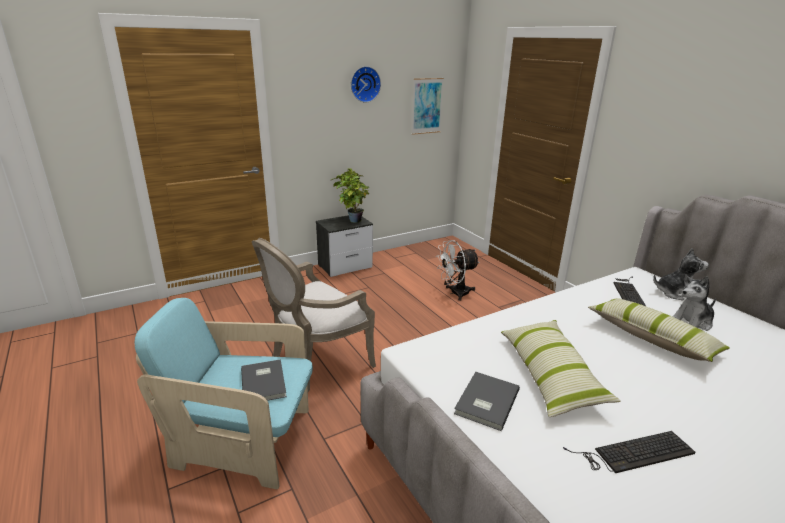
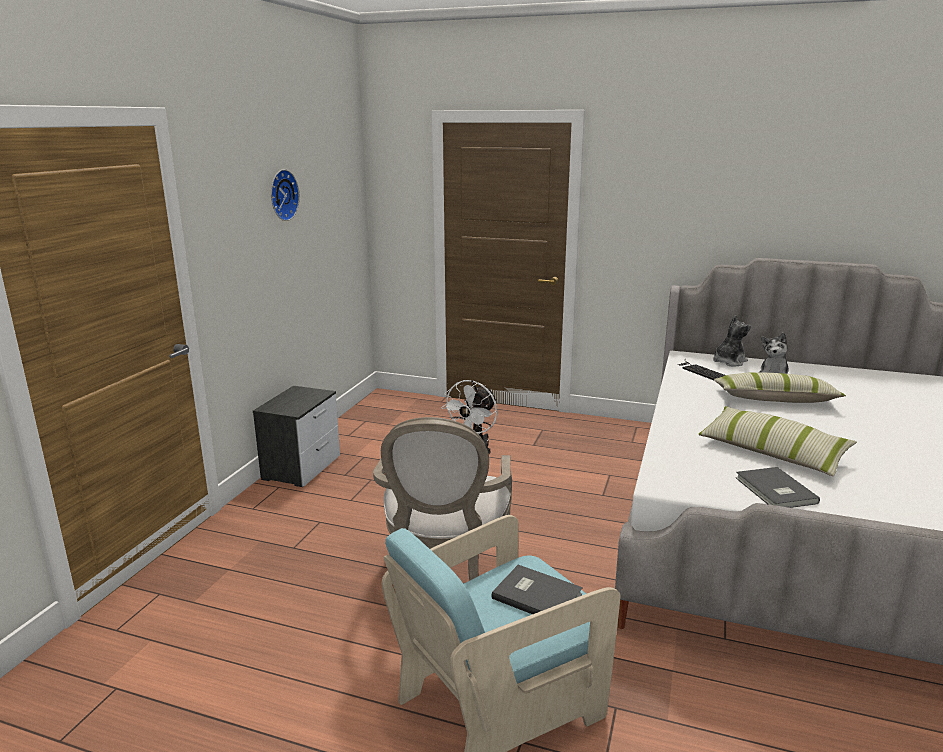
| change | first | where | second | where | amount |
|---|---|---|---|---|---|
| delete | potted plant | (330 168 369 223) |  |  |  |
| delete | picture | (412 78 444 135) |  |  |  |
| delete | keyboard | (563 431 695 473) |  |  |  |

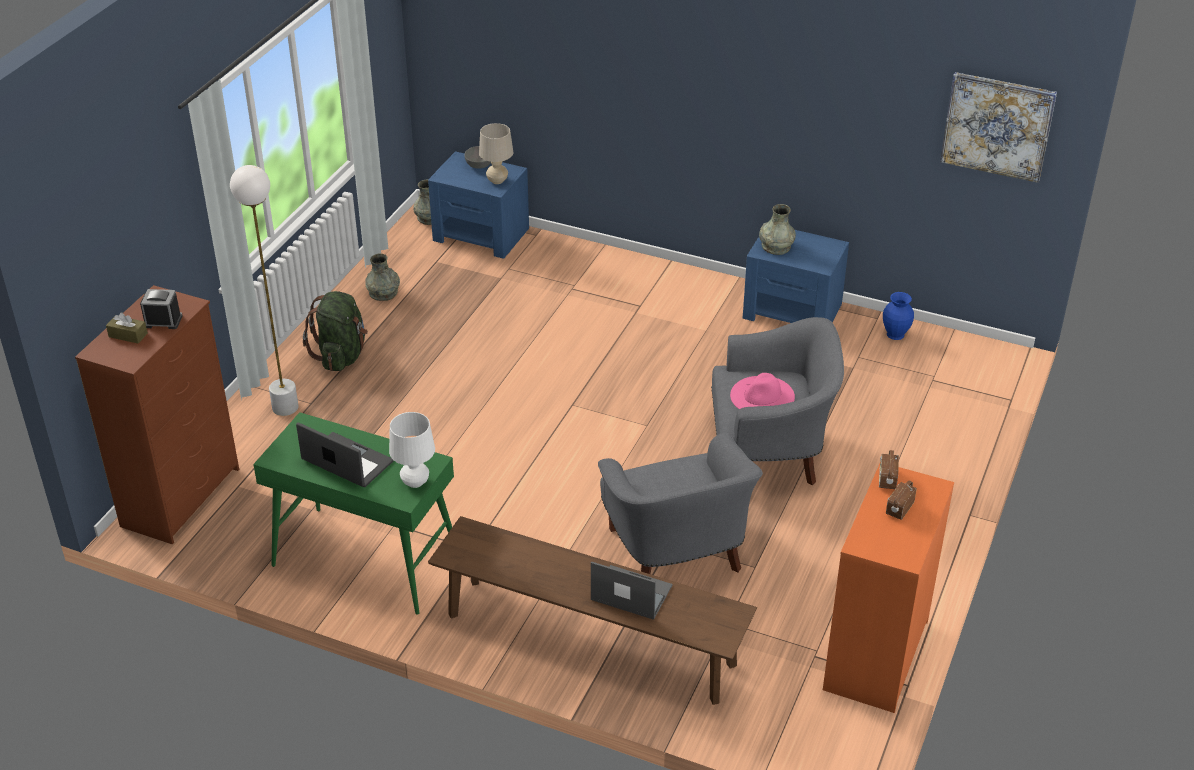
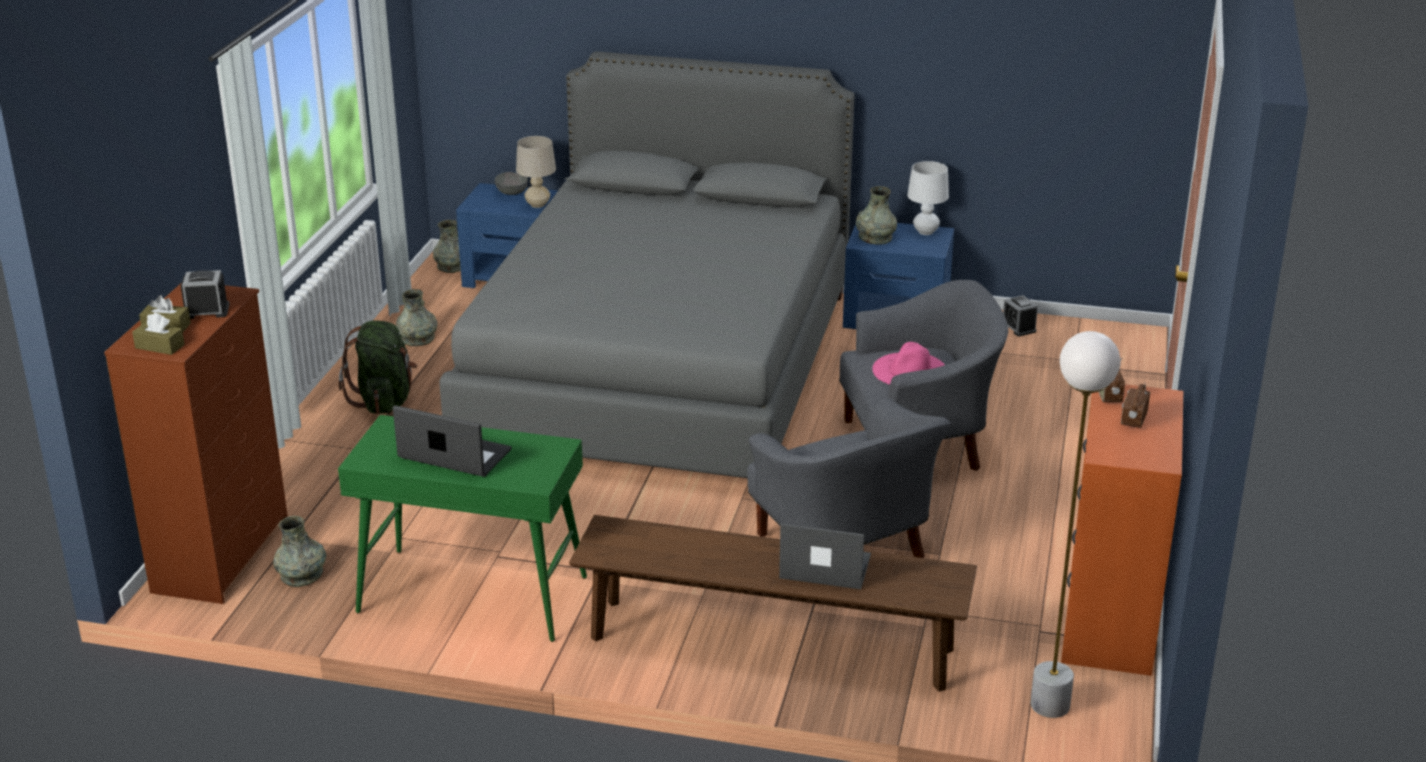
| change | first | where | second | where | amount |
|---|---|---|---|---|---|
| delete | picture | (940 72 1057 183) |  |  |  |
| insert |  |  | tissue box (brown) | (132 313 185 355) |  |
| insert |  |  | vase (grey) | (273 516 326 587) |  |
| insert |  |  | bed (grey) | (439 51 854 478) |  |
| move | floor lamp (white) | (230 165 299 416) |  | (1030 331 1121 718) |  |
| move | table lamp (white) | (389 412 435 488) |  | (907 161 949 235) |  |
| replace | vase (blue) | (883 292 914 340) | alarm clock | (1003 295 1038 336) |  |

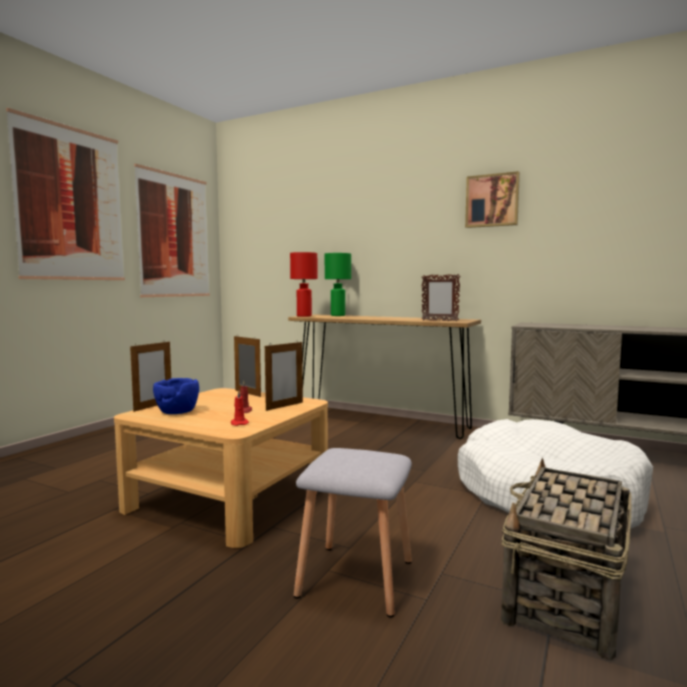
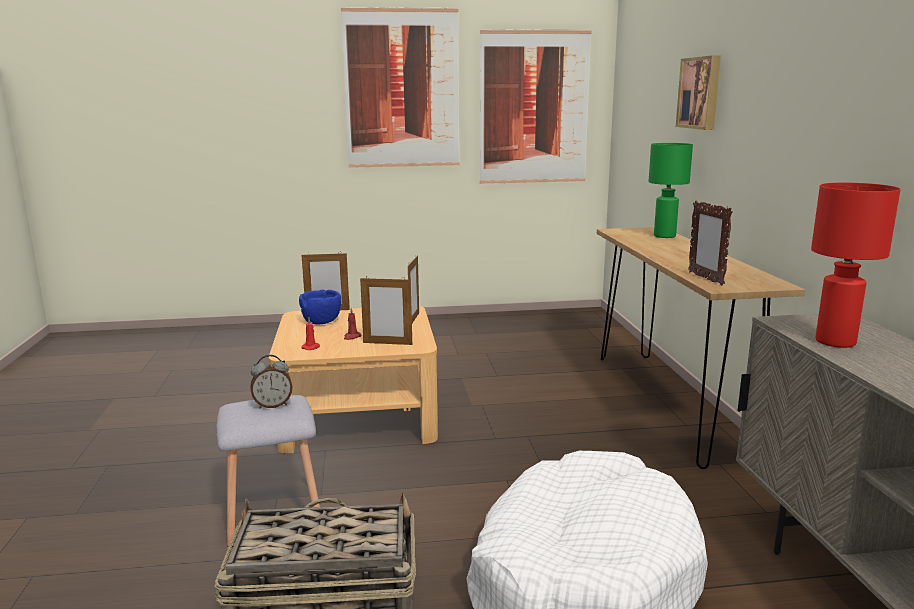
| change | first | where | second | where | amount |
|---|---|---|---|---|---|
| insert |  |  | alarm clock | (250 355 292 409) |  |
| move | table lamp (red) | (290 252 317 317) |  | (811 182 901 348) |  |
| move | picture | (465 171 520 228) |  | (676 55 721 130) |  |

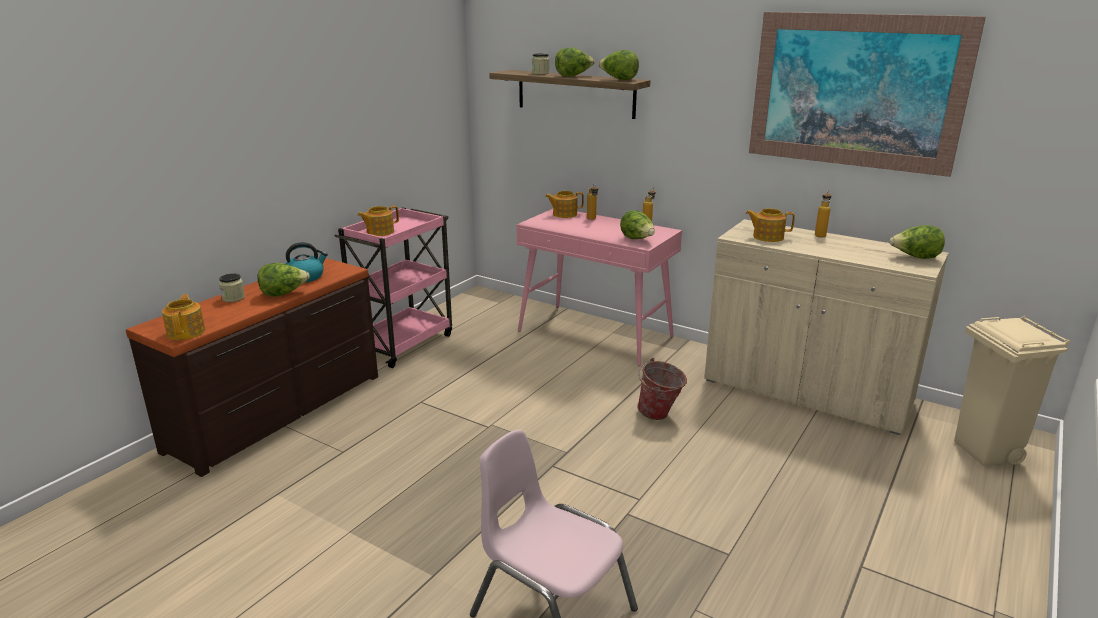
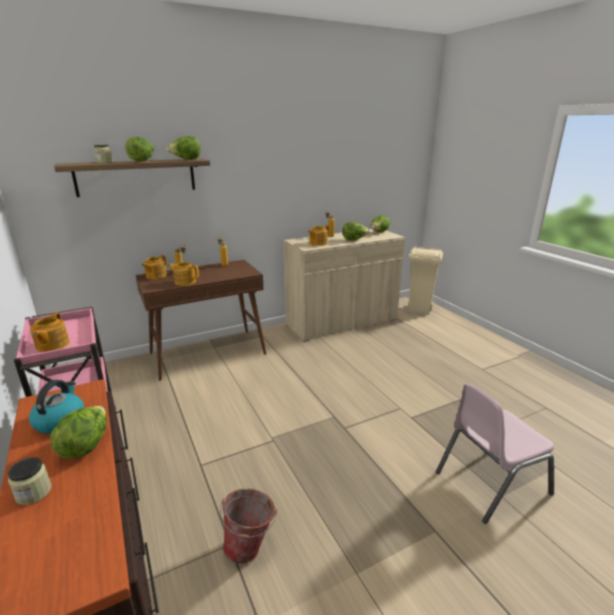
| change | first | where | second | where | amount |
|---|---|---|---|---|---|
| delete | picture | (749 12 986 177) |  |  |  |
| move | teapot | (162 294 205 340) |  | (168 262 199 286) |  |
| move | lettuce | (620 210 655 239) |  | (343 222 370 240) |  |
| move | bucket | (637 358 687 420) |  | (220 488 277 564) |  |
| recolor | console table (pink) | (516 209 682 366) | console table (brown) | (136 260 266 381) |  |

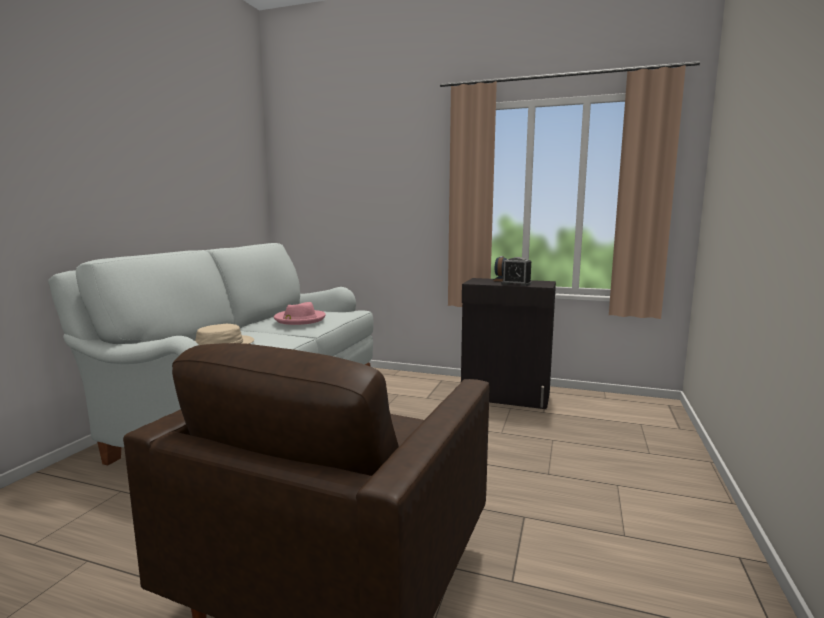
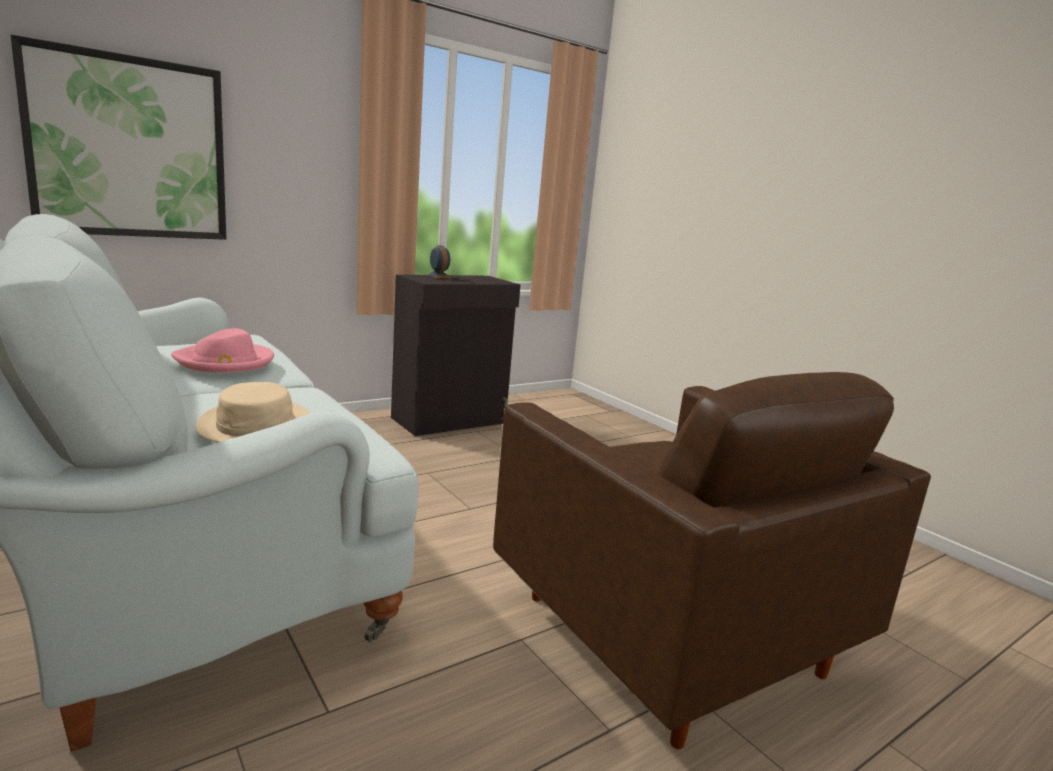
| change | first | where | second | where | amount |
|---|---|---|---|---|---|
| delete | alarm clock | (501 257 532 286) |  |  |  |
| insert |  |  | picture | (11 35 226 240) |  |

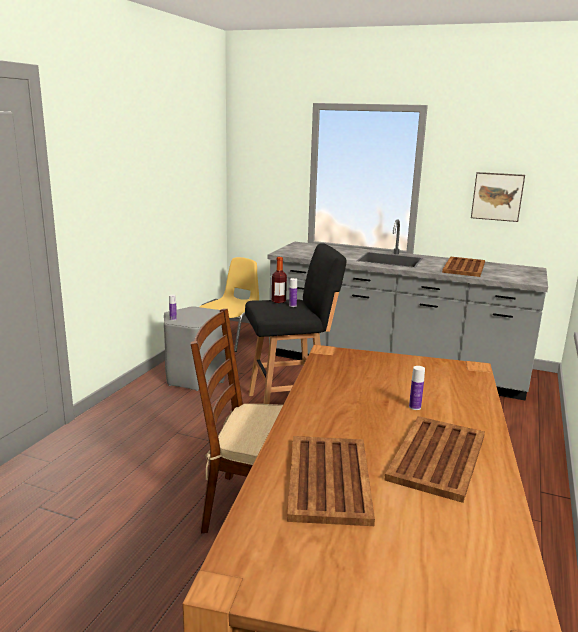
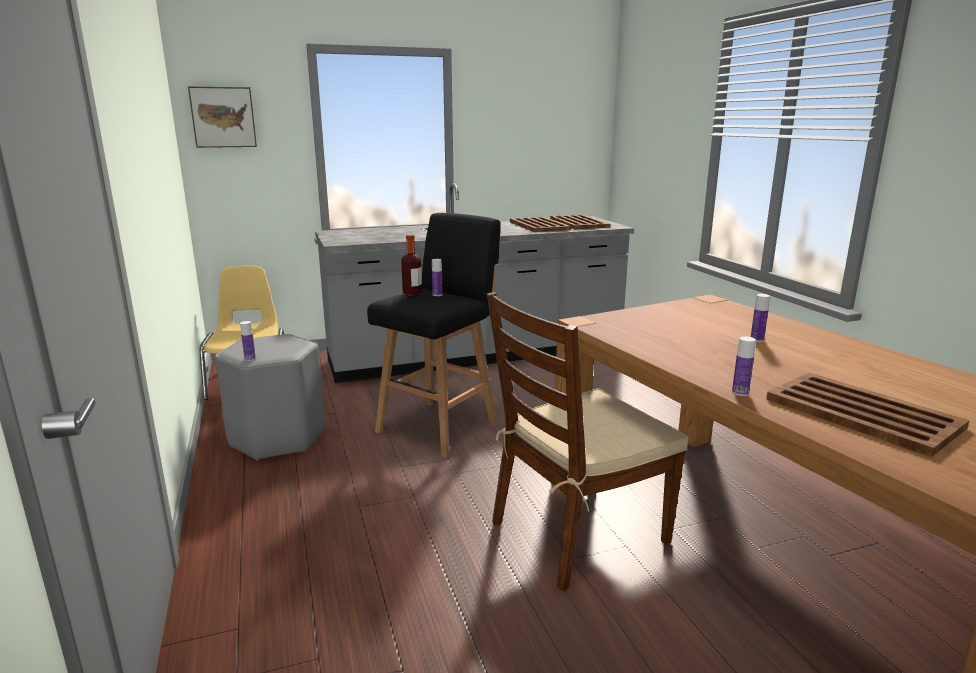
| change | first | where | second | where | amount |
|---|---|---|---|---|---|
| insert |  |  | bottle | (732 336 756 396) |  |
| move | tray (brown) | (384 416 485 503) |  | (550 215 610 229) |  |
| move | picture | (471 172 525 222) |  | (188 87 257 148) |  |

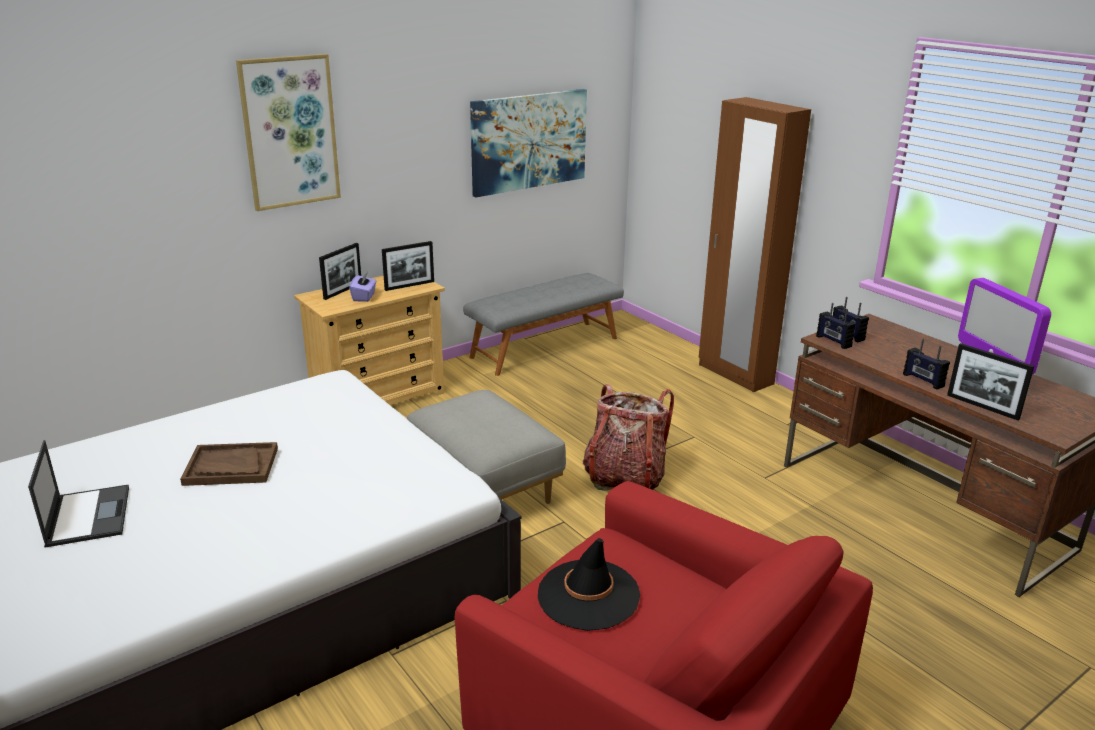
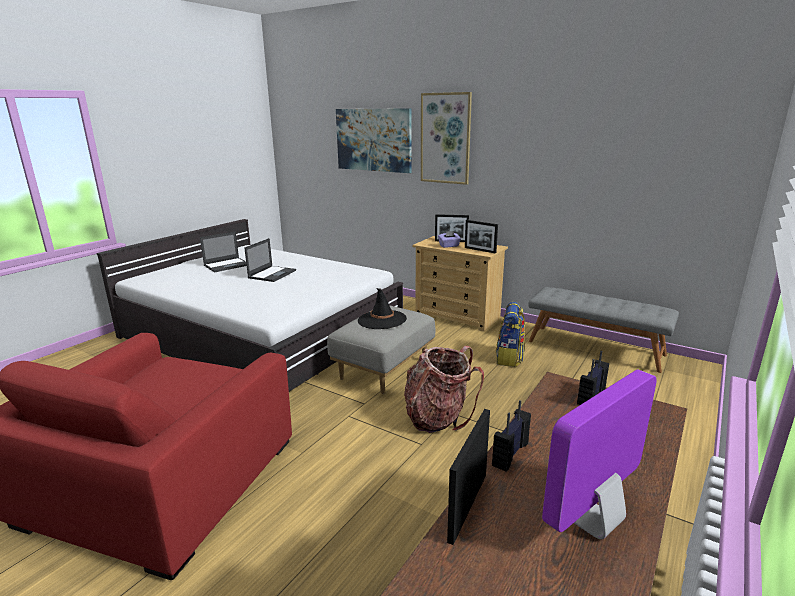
| change | first | where | second | where | amount |
|---|---|---|---|---|---|
| delete | wardrobe (brown) | (699 97 811 392) |  |  |  |
| delete | radio | (816 303 856 349) |  |  |  |
| insert |  |  | backpack | (496 302 525 367) |  |
| move | picture | (470 89 587 198) |  | (336 108 411 173) |  |
| move | hat (black) | (538 538 640 631) |  | (358 288 407 329) |  |
| replace | tray (brown) | (180 442 278 486) | laptop | (244 238 296 282) |  |

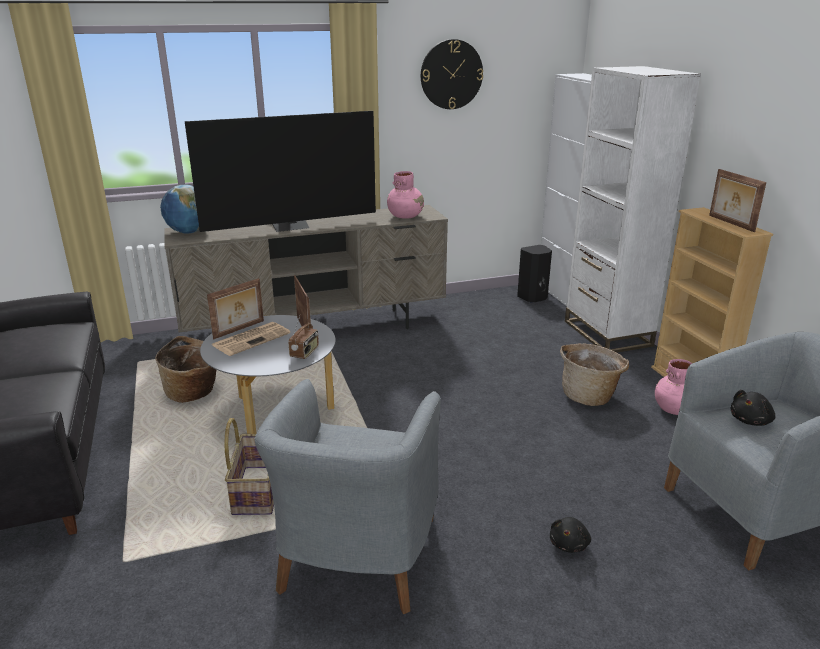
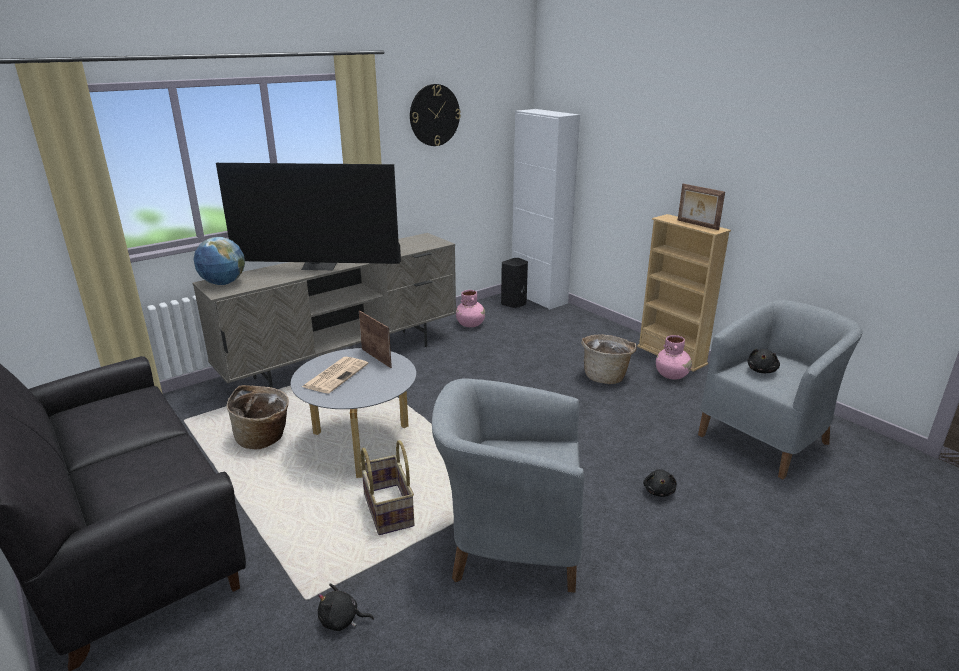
| change | first | where | second | where | amount |
|---|---|---|---|---|---|
| delete | picture frame | (207 278 264 339) |  |  |  |
| delete | radio | (288 316 319 359) |  |  |  |
| delete | bookcase (white) | (565 66 701 353) |  |  |  |
| insert |  |  | plush toy (black) | (318 584 374 631) |  |
| move | vase (pink) | (387 171 424 218) |  | (456 290 485 327) |  |
| rotate | television | (184 111 376 232) |  | (216 163 401 270) | 45 degrees clockwise |
| rotate | armchair (grey) | (254 379 441 614) |  | (432 378 584 593) | 105 degrees clockwise |

